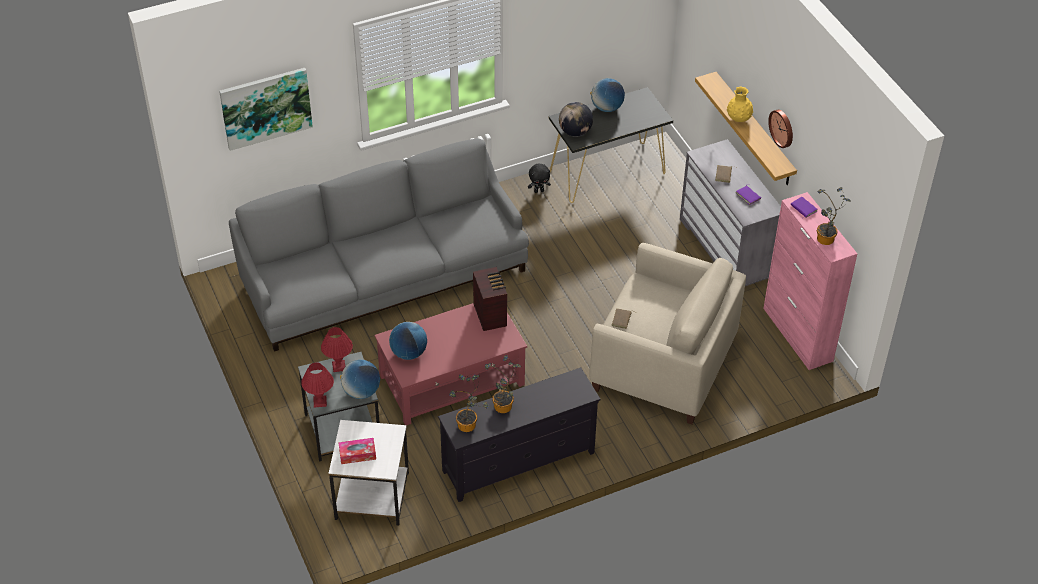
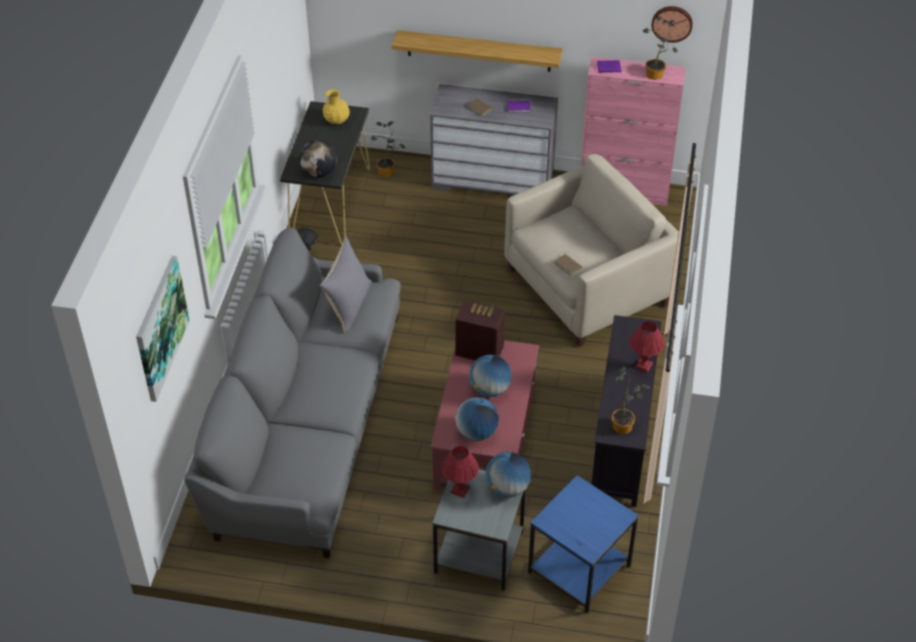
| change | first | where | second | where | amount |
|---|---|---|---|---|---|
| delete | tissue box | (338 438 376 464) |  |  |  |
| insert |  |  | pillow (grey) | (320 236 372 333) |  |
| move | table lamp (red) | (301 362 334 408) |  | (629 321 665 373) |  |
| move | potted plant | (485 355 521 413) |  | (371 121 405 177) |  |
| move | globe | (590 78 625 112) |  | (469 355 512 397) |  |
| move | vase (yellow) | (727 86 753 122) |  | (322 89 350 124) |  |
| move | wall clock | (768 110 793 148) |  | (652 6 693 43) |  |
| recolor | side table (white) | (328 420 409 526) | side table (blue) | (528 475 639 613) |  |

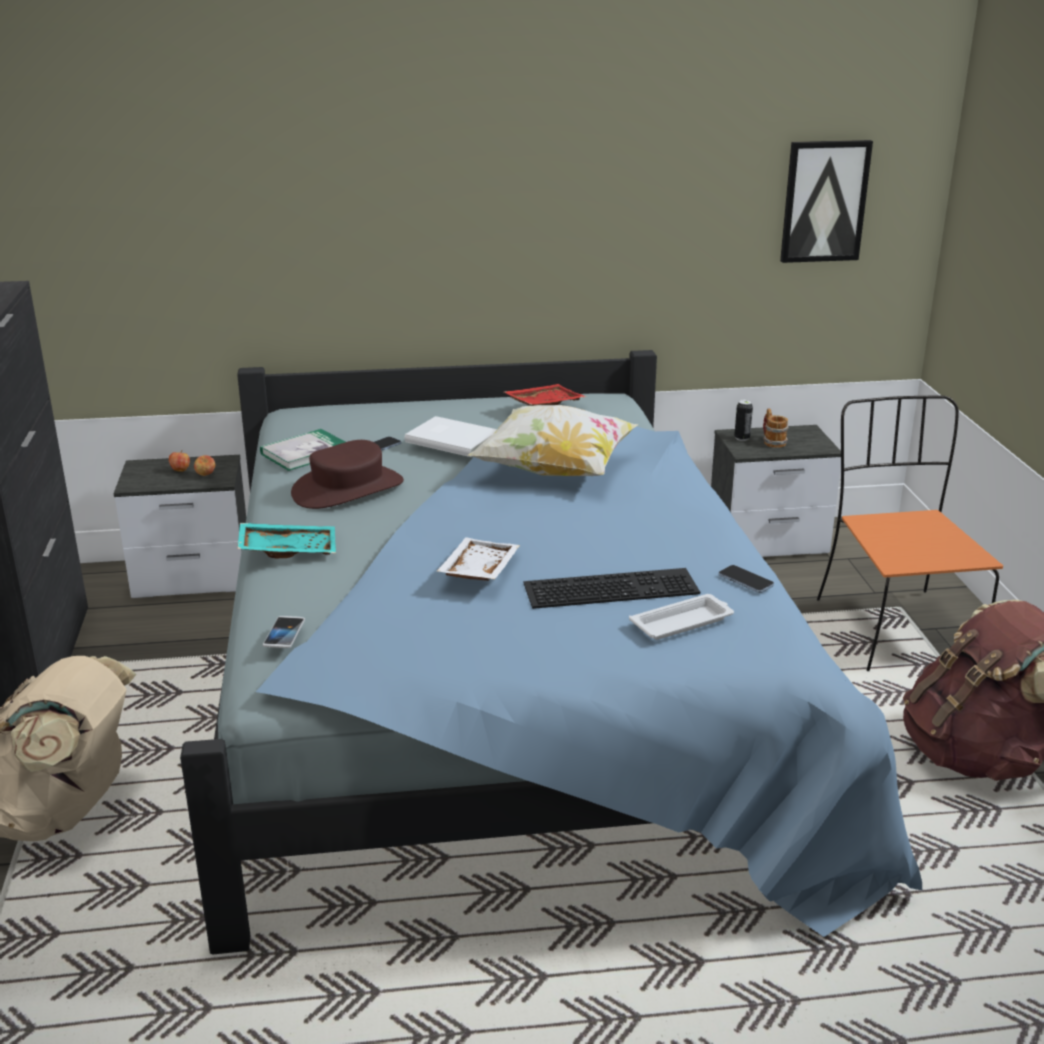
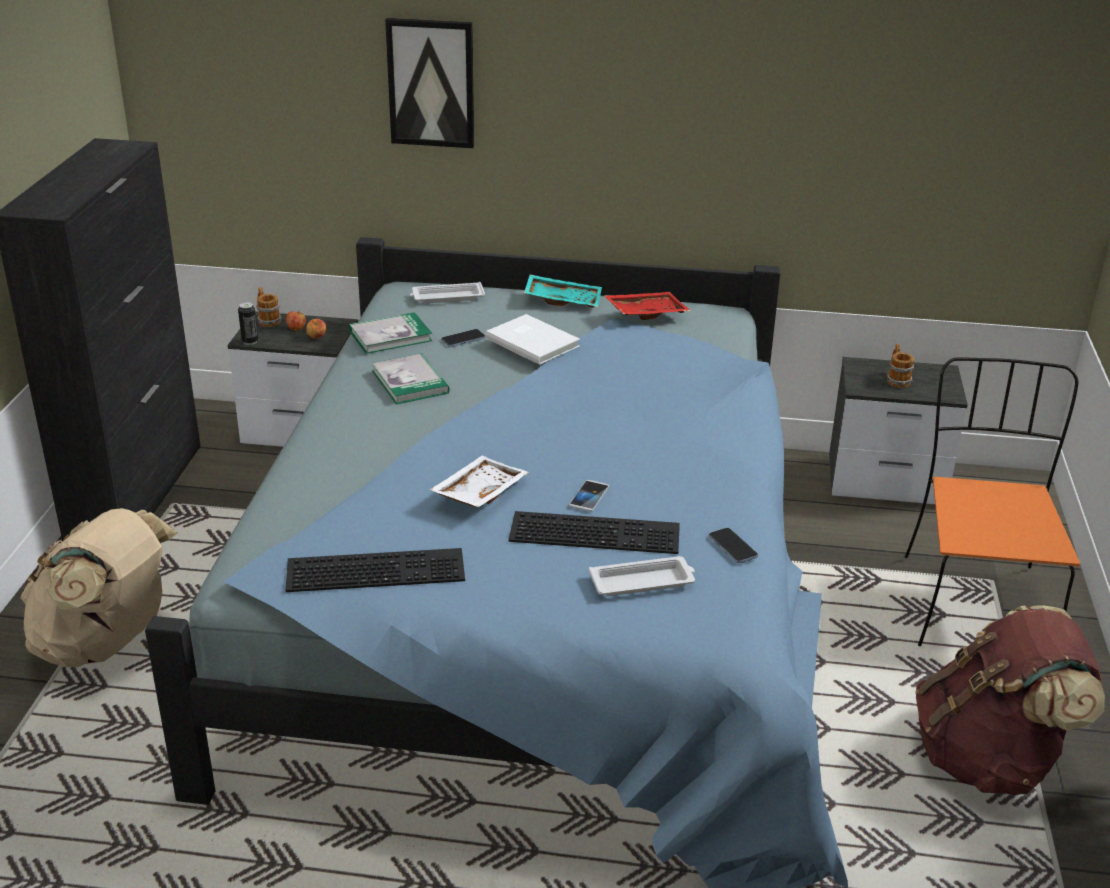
| change | first | where | second | where | amount |
|---|---|---|---|---|---|
| delete | pillow | (467 405 638 476) |  |  |  |
| insert |  |  | mug | (256 287 282 327) |  |
| insert |  |  | keyboard | (285 548 465 592) |  |
| insert |  |  | tray (white) | (410 282 485 304) |  |
| move | tray (turquoise) | (237 523 336 558) |  | (524 274 602 308) |  |
| move | phone | (263 616 305 648) |  | (569 480 609 511) |  |
| move | can | (734 400 753 441) |  | (238 302 258 345) |  |
| move | picture | (780 140 873 263) |  | (385 18 474 148) |  |
| replace | hat (brown) | (291 440 404 509) | book | (372 353 450 404) |  |

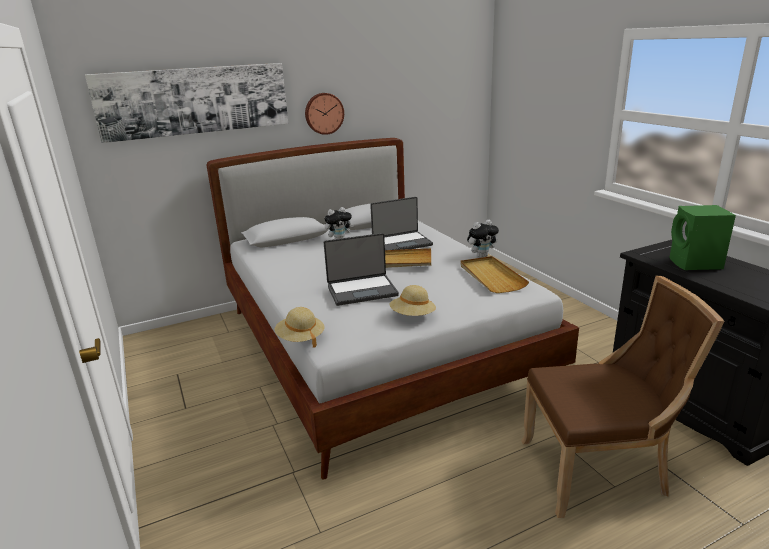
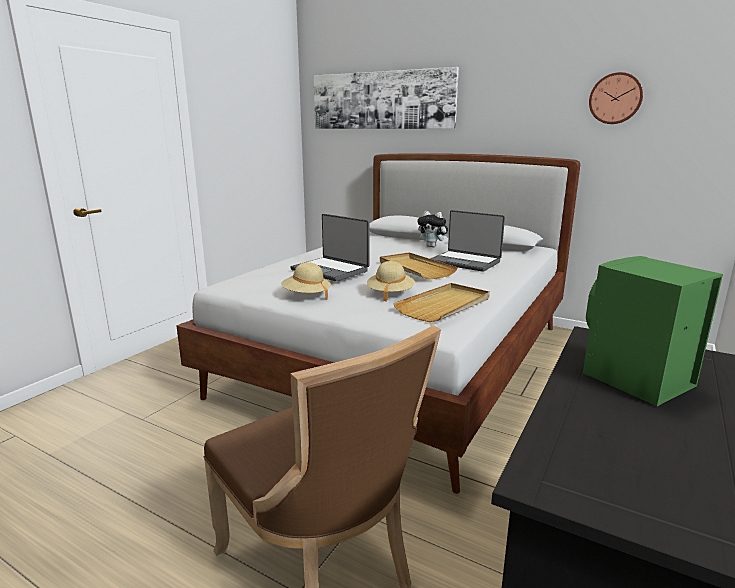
| change | first | where | second | where | amount |
|---|---|---|---|---|---|
| delete | plush toy | (467 220 499 258) |  |  |  |
| move | hat (beige) | (275 307 325 348) |  | (367 261 415 302) |  |
| move | wall clock | (305 93 344 135) |  | (589 72 643 124) |  |

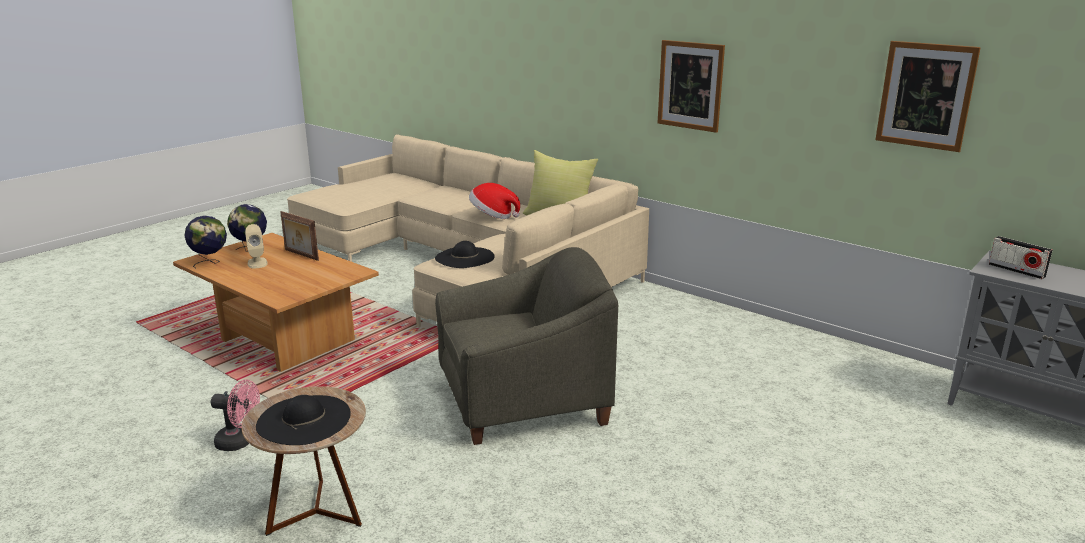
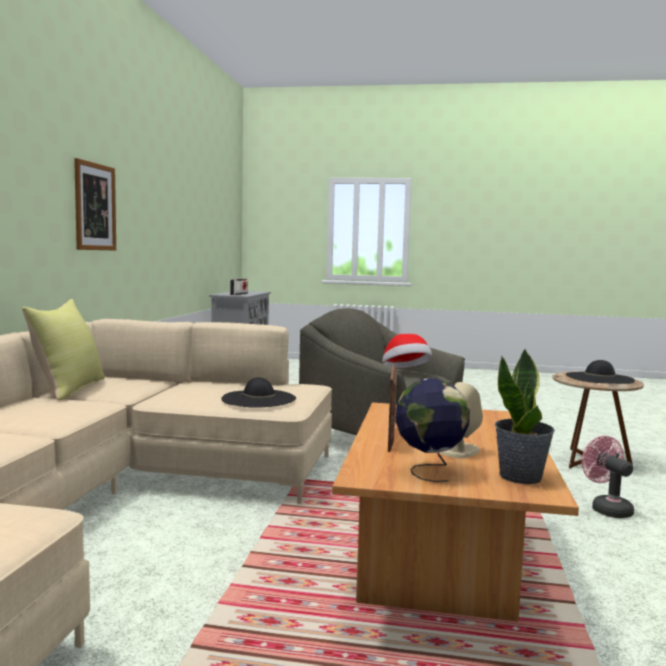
| change | first | where | second | where | amount |
|---|---|---|---|---|---|
| delete | picture | (875 41 981 152) |  |  |  |
| move | hat | (469 183 520 219) |  | (382 334 432 368) |  |
| replace | globe | (184 216 227 268) | potted plant | (495 348 555 484) |  |

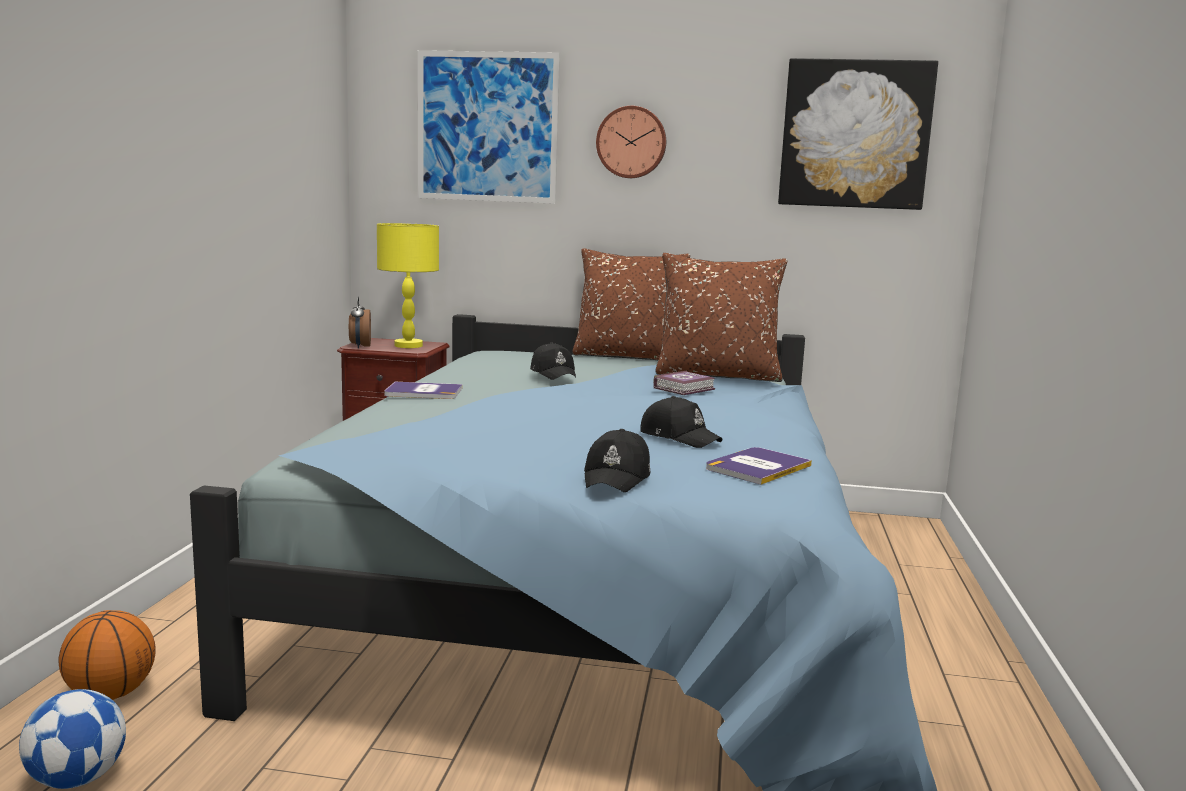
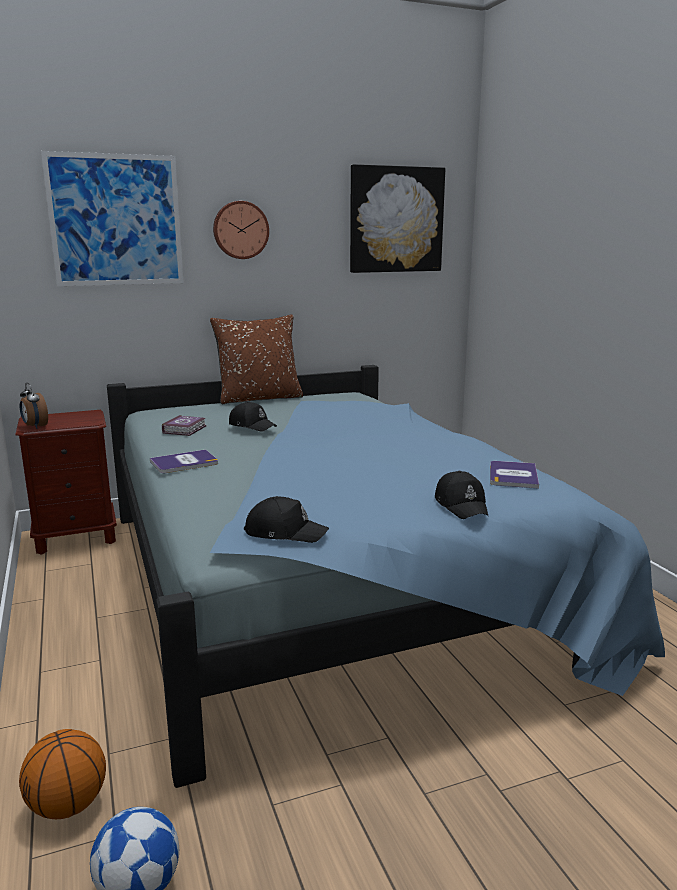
| change | first | where | second | where | amount |
|---|---|---|---|---|---|
| delete | table lamp (yellow) | (377 223 439 348) |  |  |  |
| delete | pillow (brown) | (655 253 787 382) |  |  |  |
| move | cap (black) | (640 396 723 448) |  | (244 496 329 543) |  |
| move | book | (653 371 716 395) |  | (162 415 206 436) |  |

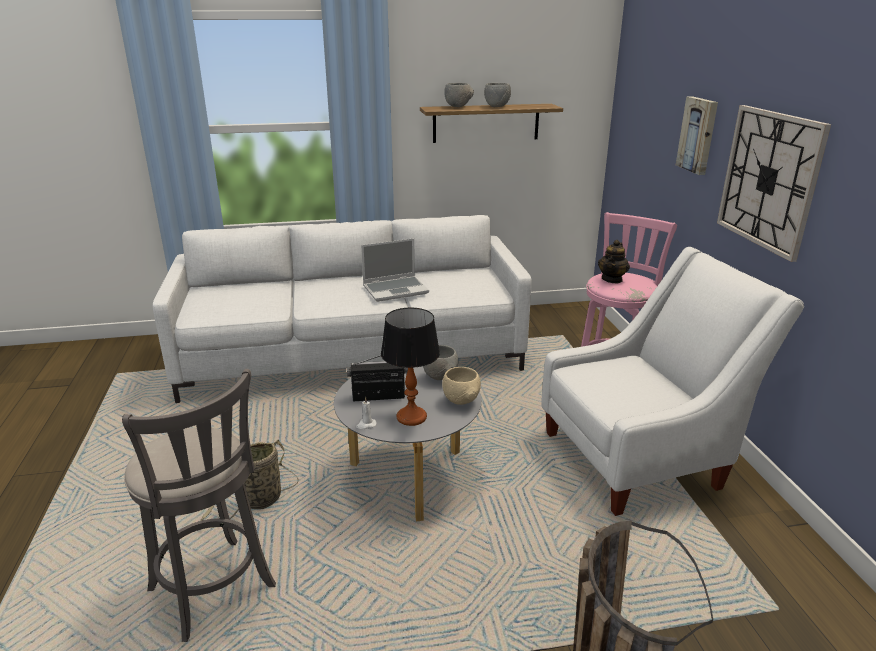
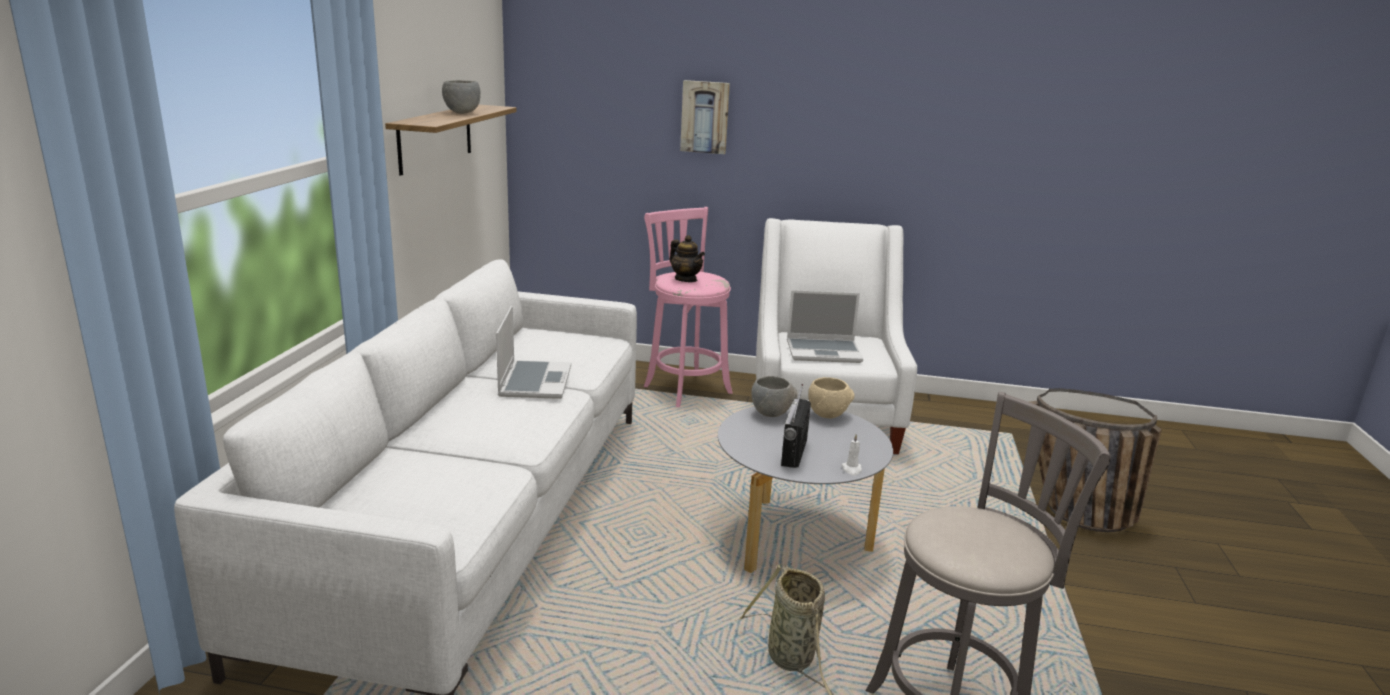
| change | first | where | second | where | amount |
|---|---|---|---|---|---|
| delete | table lamp | (381 308 440 426) |  |  |  |
| delete | bowl (grey) | (444 83 474 107) |  |  |  |
| delete | wall clock | (717 105 831 262) |  |  |  |
| insert |  |  | laptop | (787 290 863 363) |  |

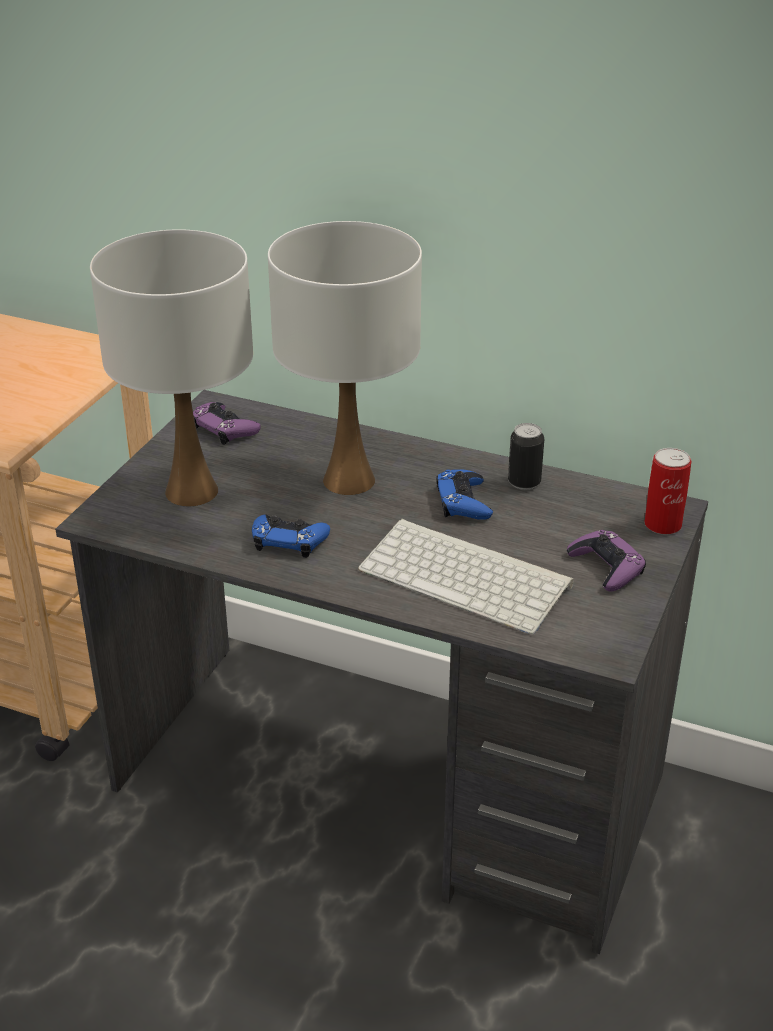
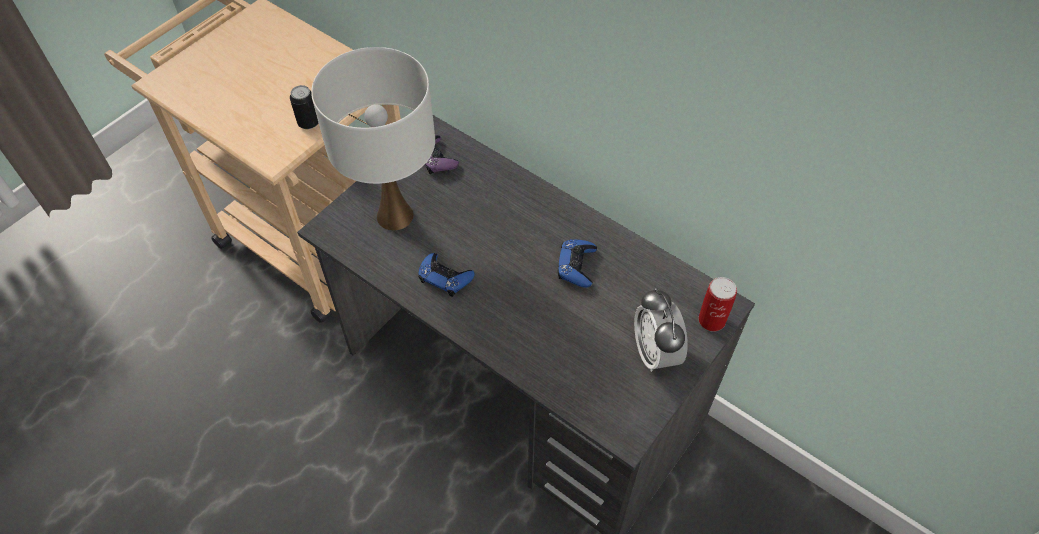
| change | first | where | second | where | amount |
|---|---|---|---|---|---|
| delete | table lamp (white) | (268 221 422 495) |  |  |  |
| delete | keyboard | (358 518 574 634) |  |  |  |
| move | can | (508 423 544 490) |  | (290 85 319 129) |  |
| replace | game controller (purple) | (567 530 646 592) | alarm clock | (634 288 688 372) |  |

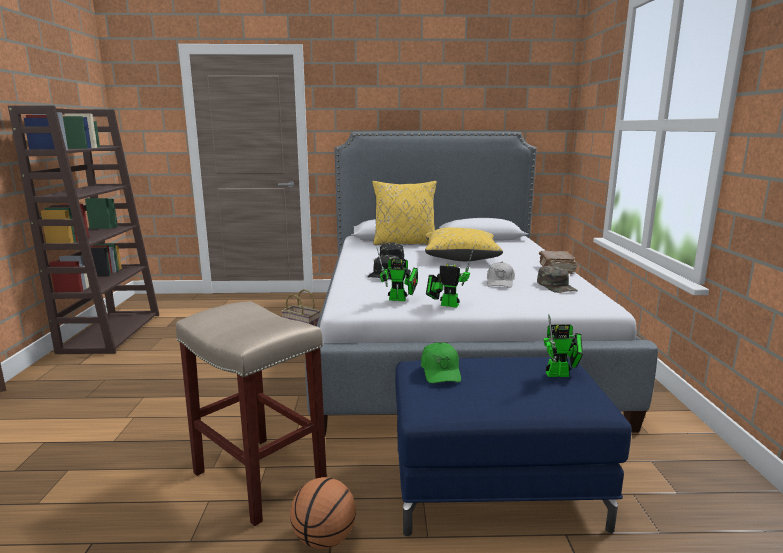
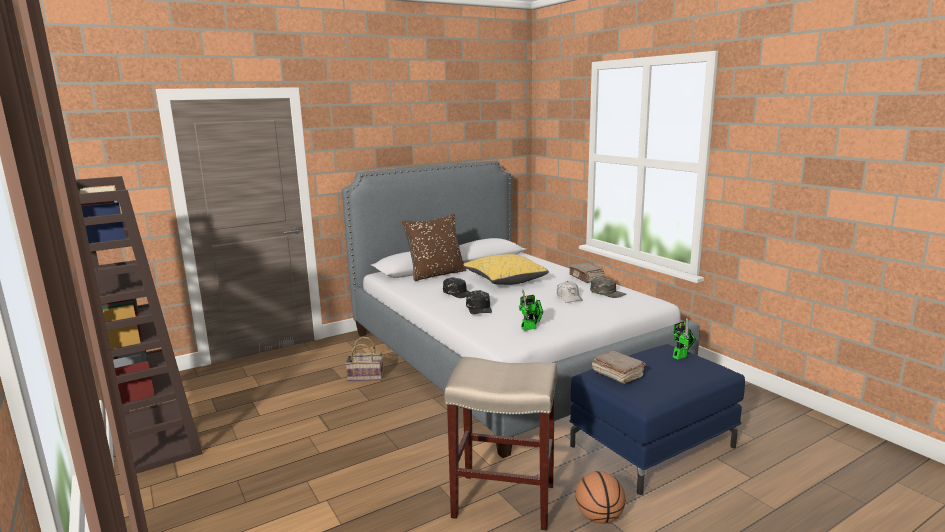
| change | first | where | second | where | amount |
|---|---|---|---|---|---|
| delete | toy robot | (426 246 474 308) |  |  |  |
| replace | cap (green) | (421 342 461 383) | book (brown) | (592 350 646 384) |  |
| recolor | pillow (yellow) | (372 181 437 245) | pillow (brown) | (402 214 466 281) |  |

